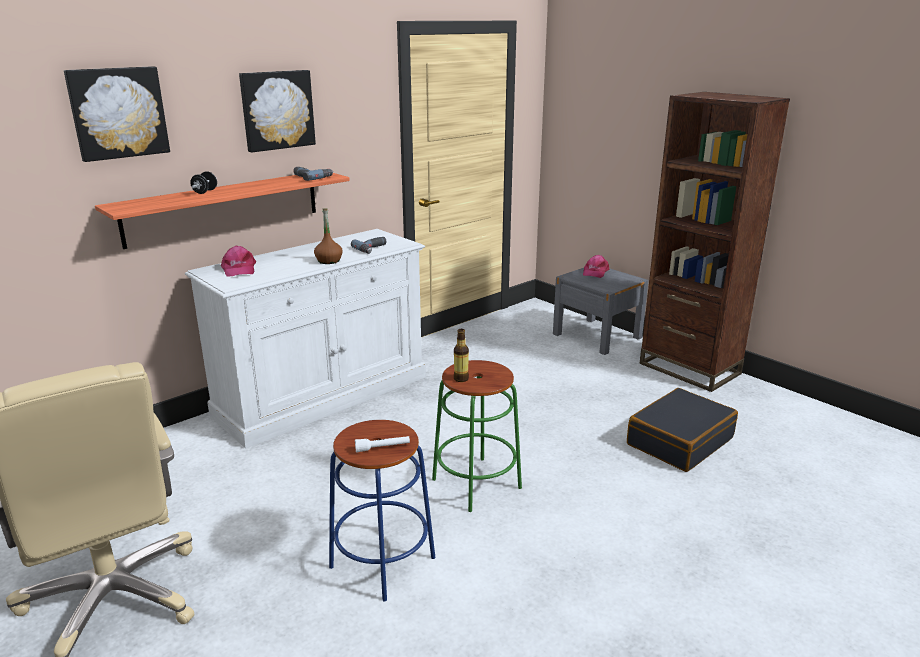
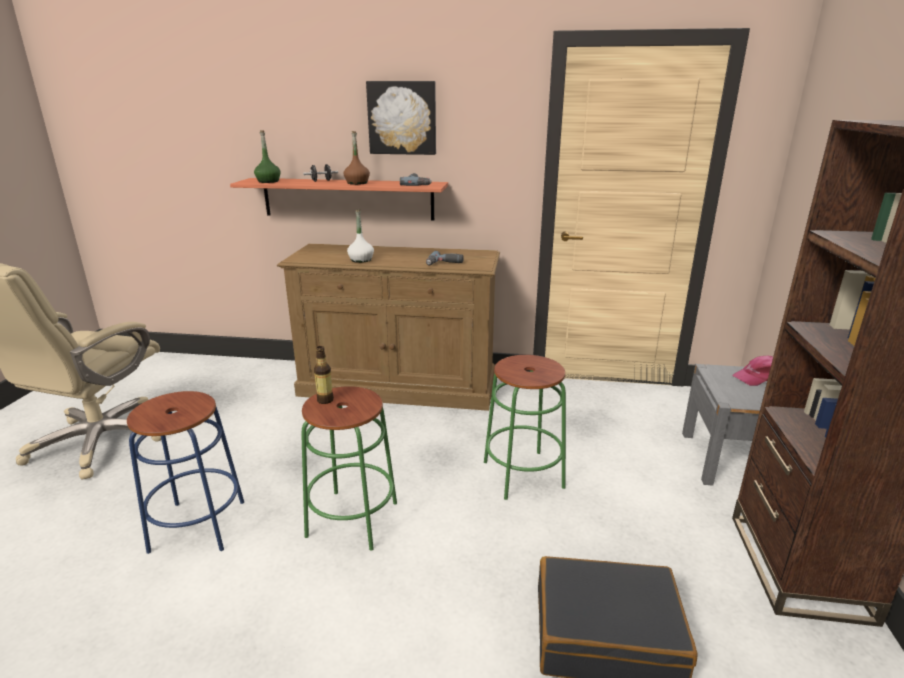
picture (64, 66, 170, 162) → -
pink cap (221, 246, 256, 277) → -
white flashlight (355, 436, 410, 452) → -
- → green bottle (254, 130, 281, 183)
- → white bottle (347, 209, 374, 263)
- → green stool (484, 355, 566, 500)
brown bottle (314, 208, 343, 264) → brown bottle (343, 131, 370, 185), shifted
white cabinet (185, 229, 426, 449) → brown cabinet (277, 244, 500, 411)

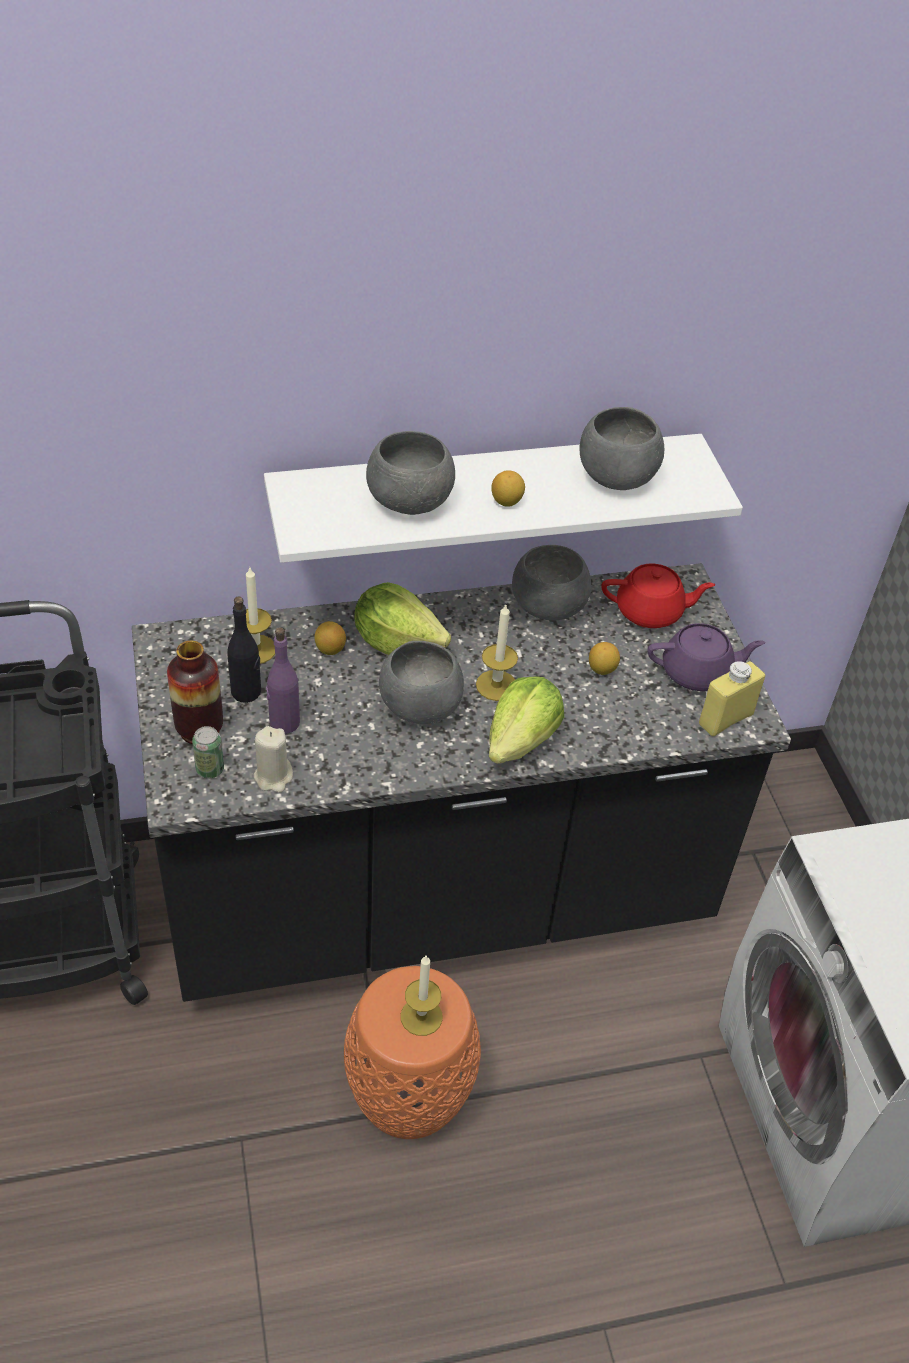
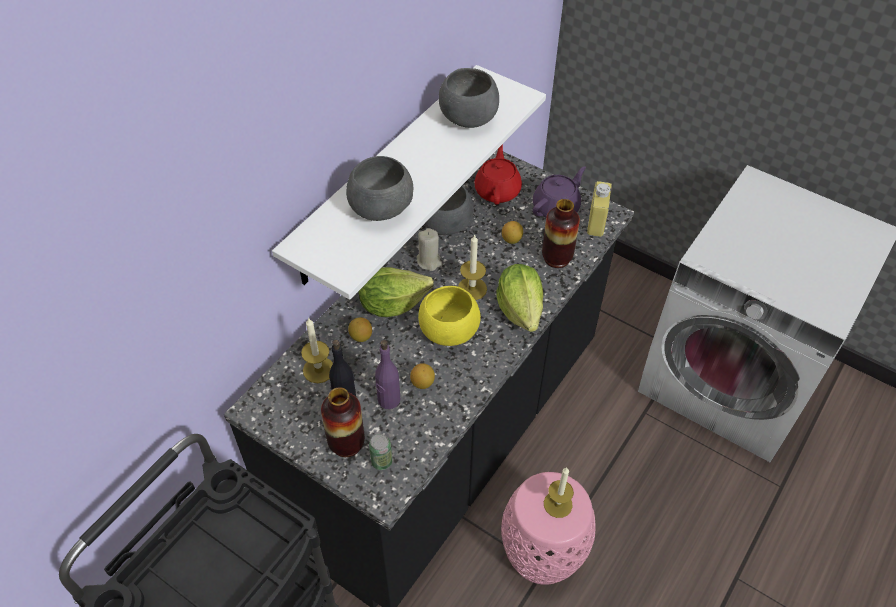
- → vase (542, 199, 580, 268)
beige candle (254, 726, 293, 793) → beige candle (417, 228, 443, 271), shifted
lemon (491, 470, 525, 507) → lemon (410, 363, 435, 389), shifted
orange stool (344, 966, 481, 1139) → pink stool (501, 472, 596, 585)
grey bowl (379, 641, 464, 724) → yellow bowl (418, 286, 481, 346)
red teapot (601, 564, 715, 628) → red teapot (474, 144, 522, 205), 45 degrees counterclockwise

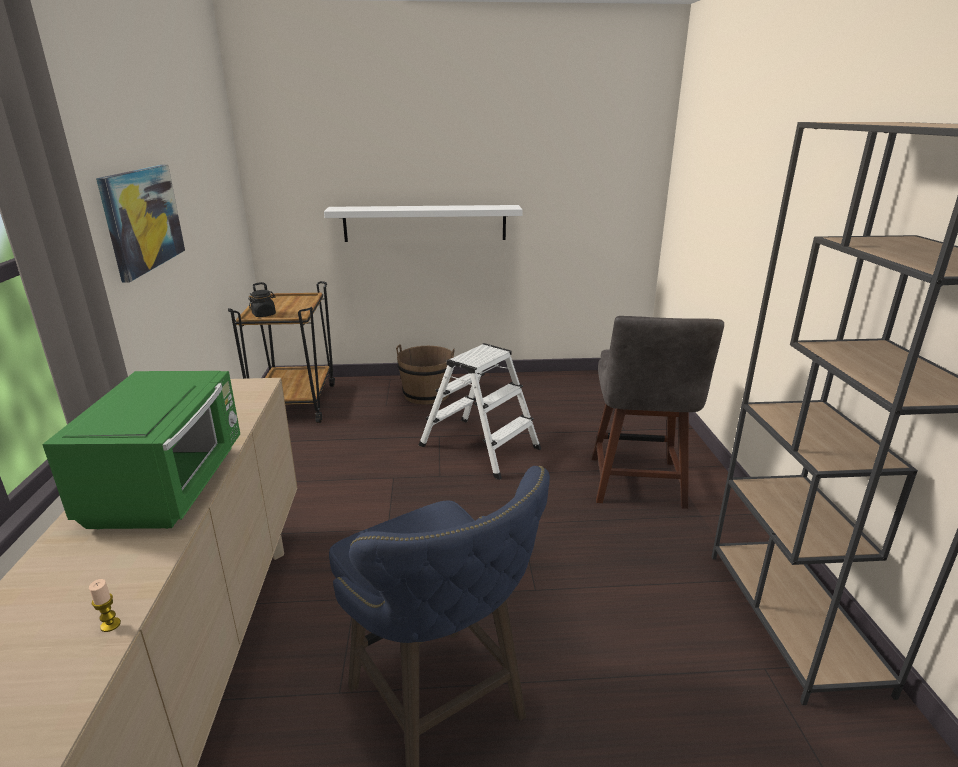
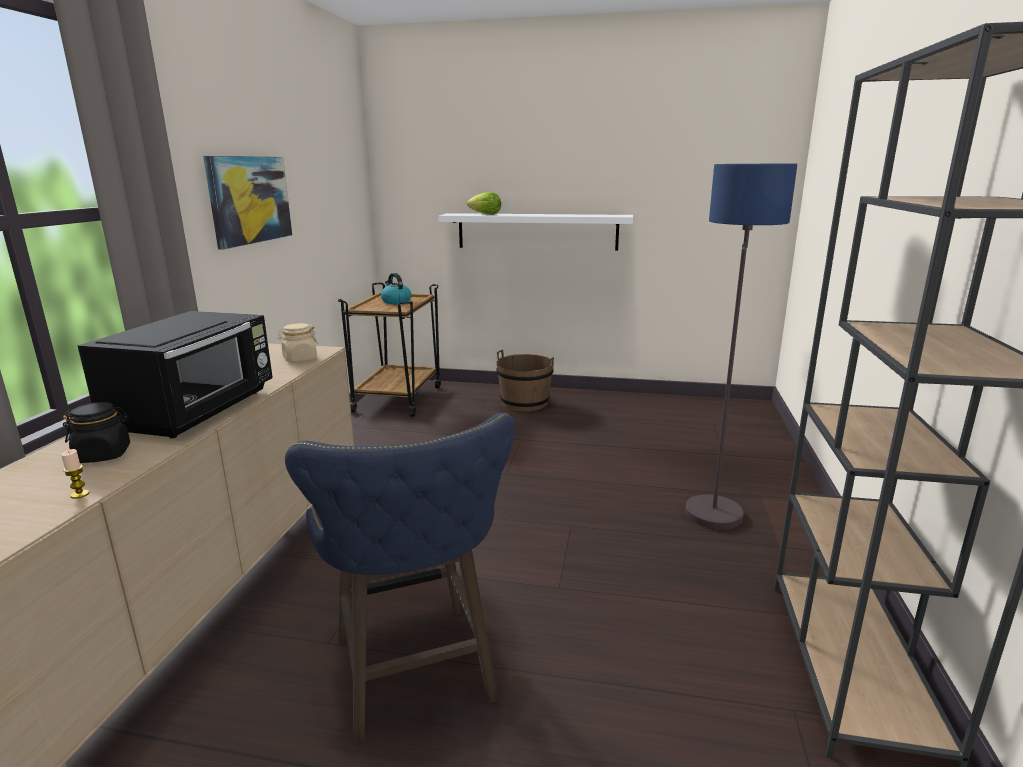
white step ladder (419, 343, 541, 480) → -
- → beige jar (277, 323, 318, 362)
- → kettle (381, 273, 411, 304)
- → lettuce (467, 192, 501, 215)
black jar (248, 290, 276, 317) → black jar (63, 402, 130, 463), shifted
grey stool (591, 316, 724, 509) → blue floor lamp (685, 163, 797, 530)
green microwave (42, 371, 240, 529) → black microwave (77, 311, 273, 438)

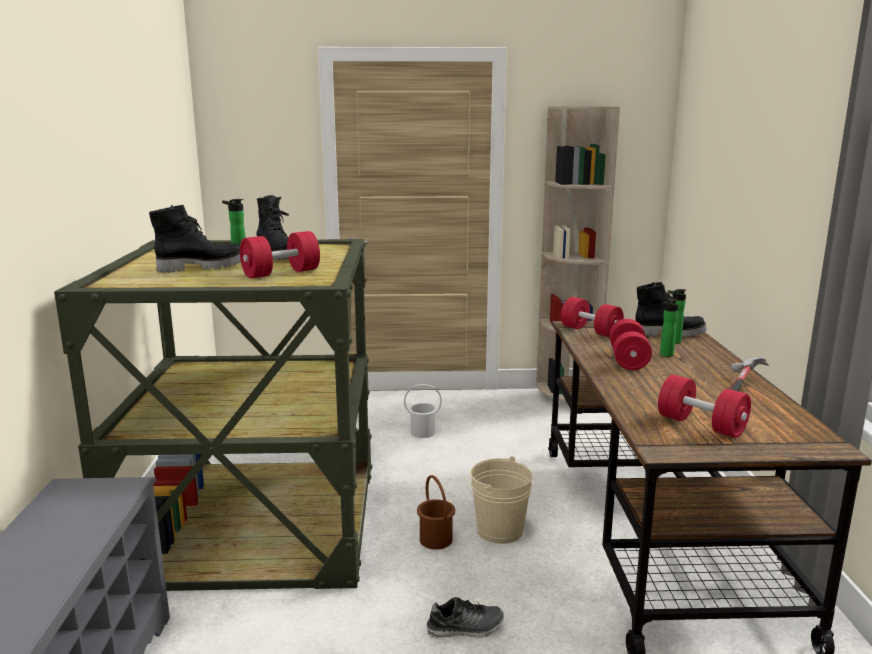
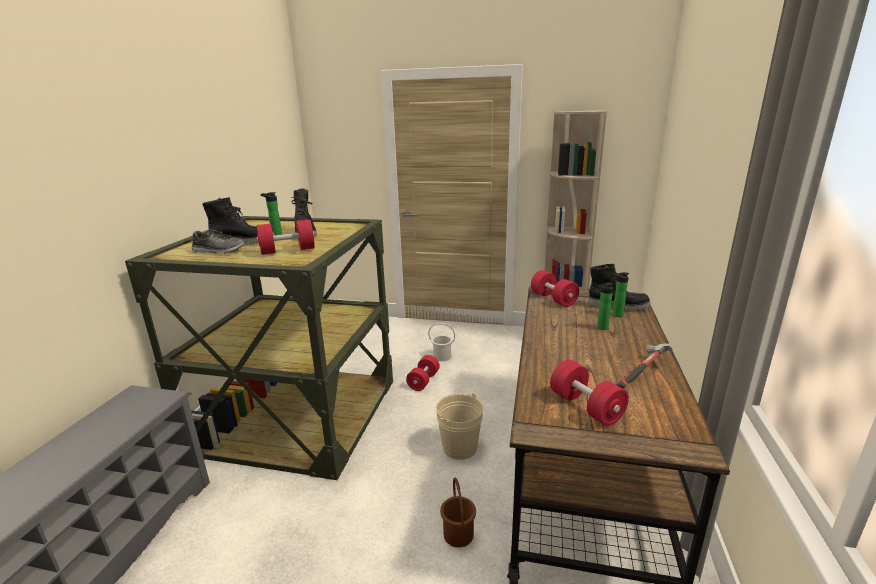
brown bucket (417, 475, 455, 550) → brown bucket (440, 478, 476, 548), shifted
shoe (426, 597, 504, 639) → shoe (192, 229, 245, 254), shifted
red dumbbell (609, 319, 652, 370) → red dumbbell (406, 355, 440, 391), shifted

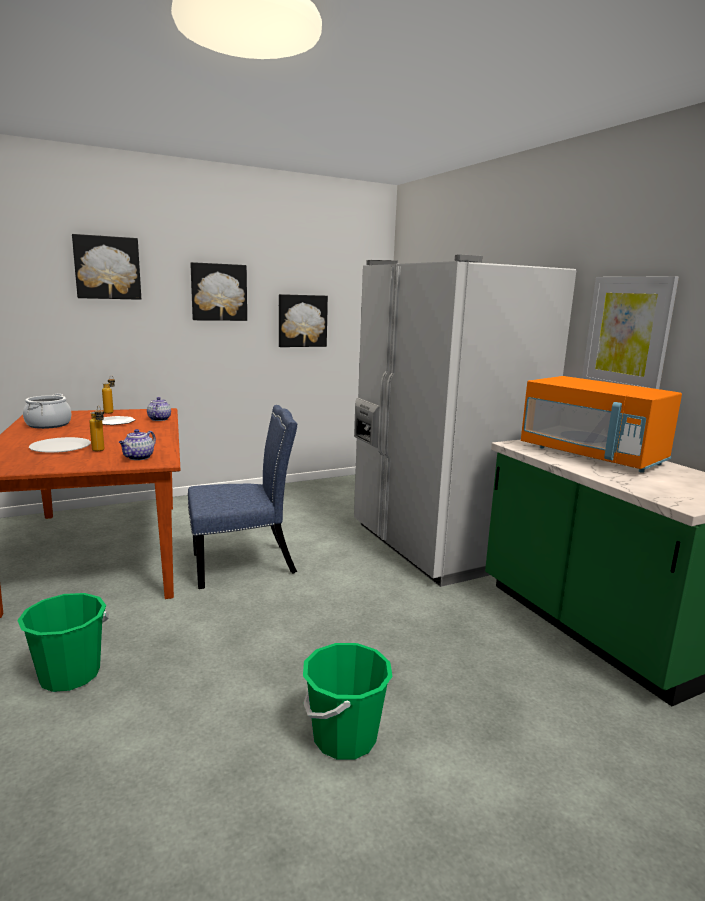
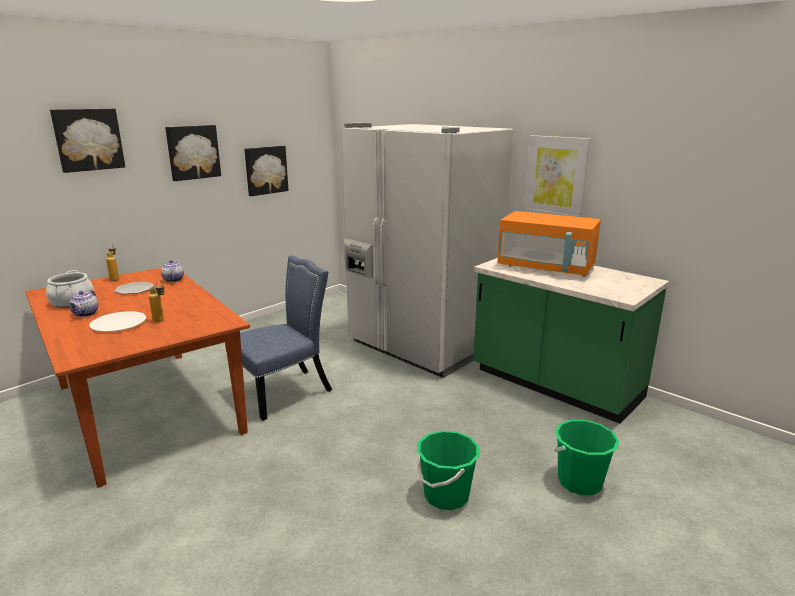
green bucket (17, 593, 109, 692) → green bucket (554, 420, 620, 495), shifted
teapot (119, 429, 156, 460) → teapot (69, 290, 99, 317), shifted

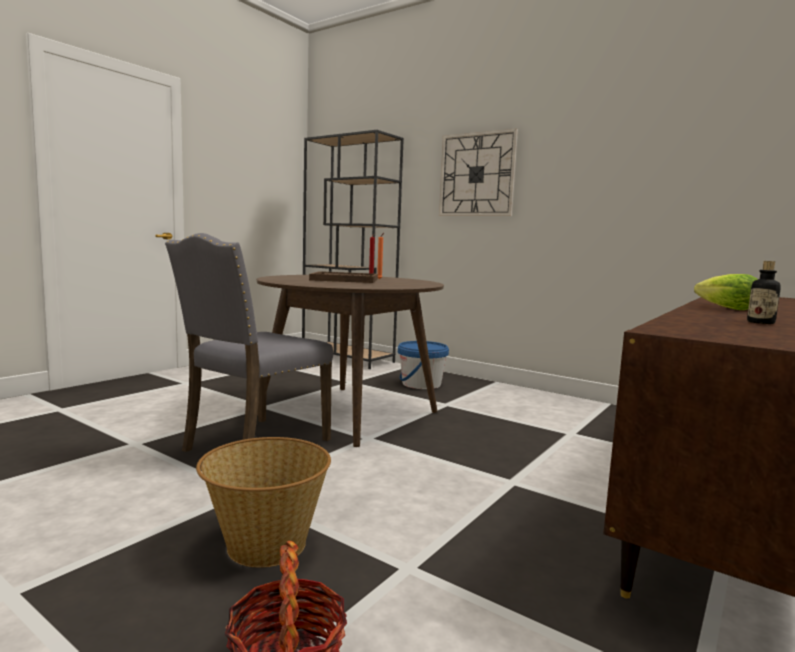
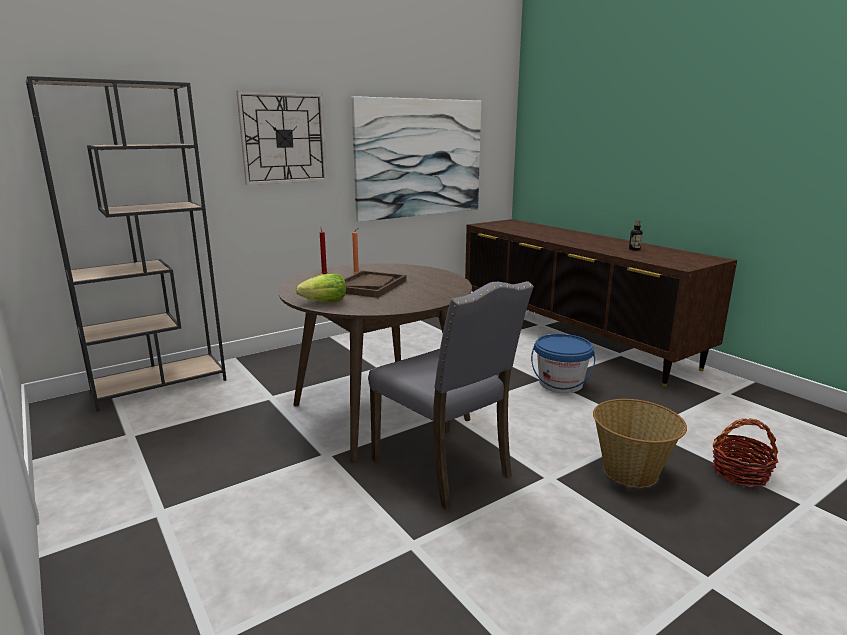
- → picture (351, 96, 481, 222)
blue bucket (398, 341, 449, 389) → blue bucket (531, 334, 595, 393), shifted
lettuce (694, 274, 758, 310) → lettuce (296, 273, 346, 302), shifted

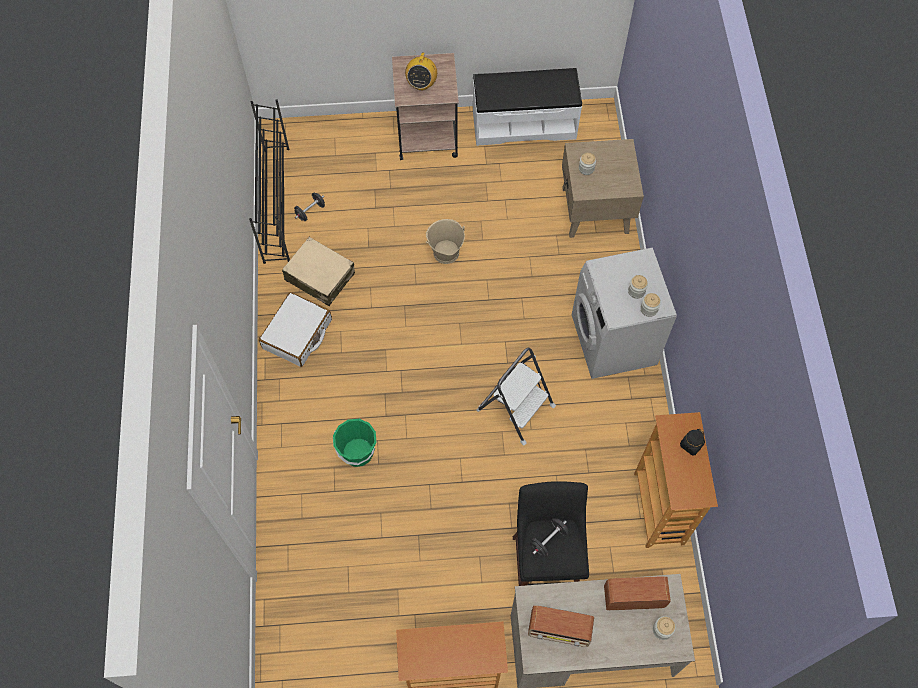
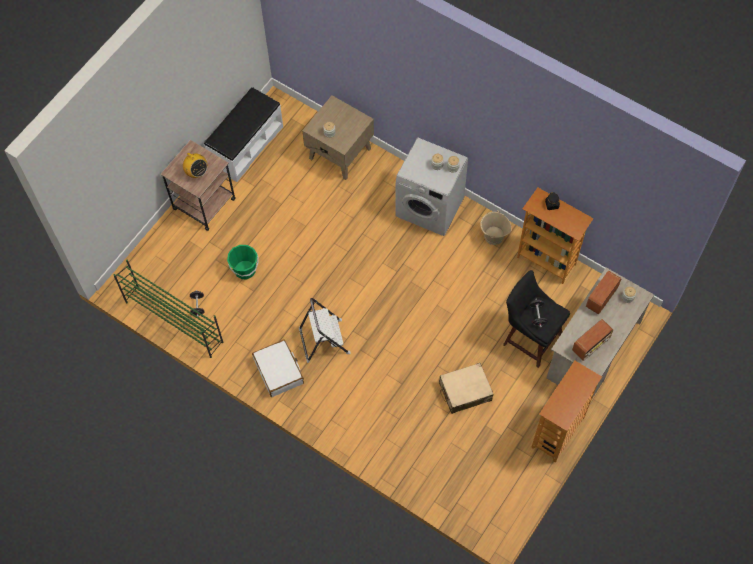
beige suitcase (282, 237, 355, 306) → beige suitcase (439, 363, 493, 414), shifted
green bucket (333, 419, 376, 467) → green bucket (227, 245, 259, 279), shifted
beige bucket (426, 219, 465, 264) → beige bucket (480, 210, 512, 245), shifted
white step ladder (476, 348, 556, 445) → white step ladder (299, 298, 350, 363), shifted
black shoe rack (249, 99, 290, 264) → green shoe rack (114, 260, 224, 358)

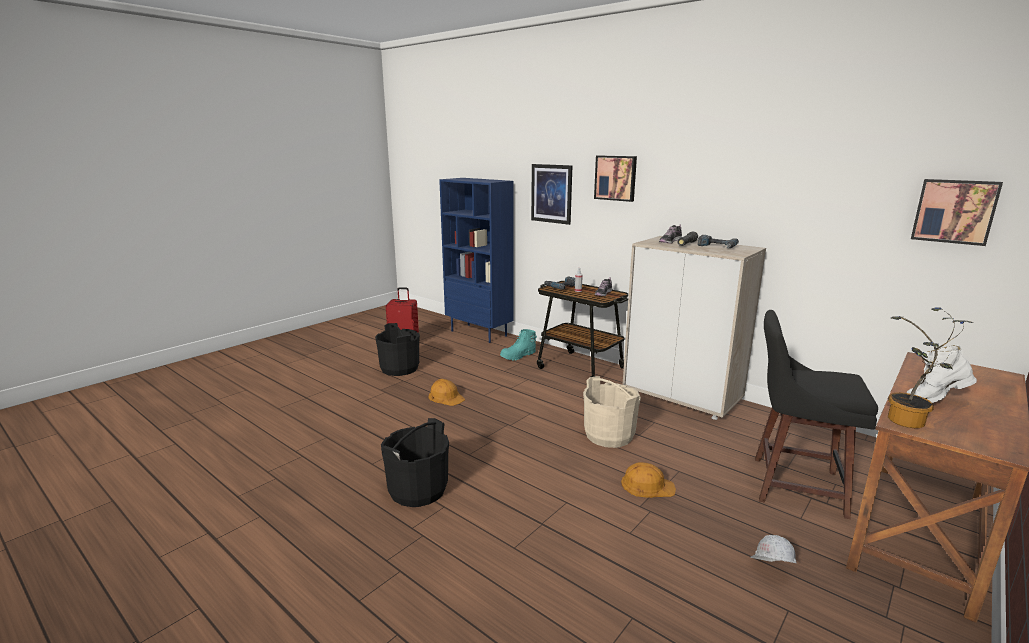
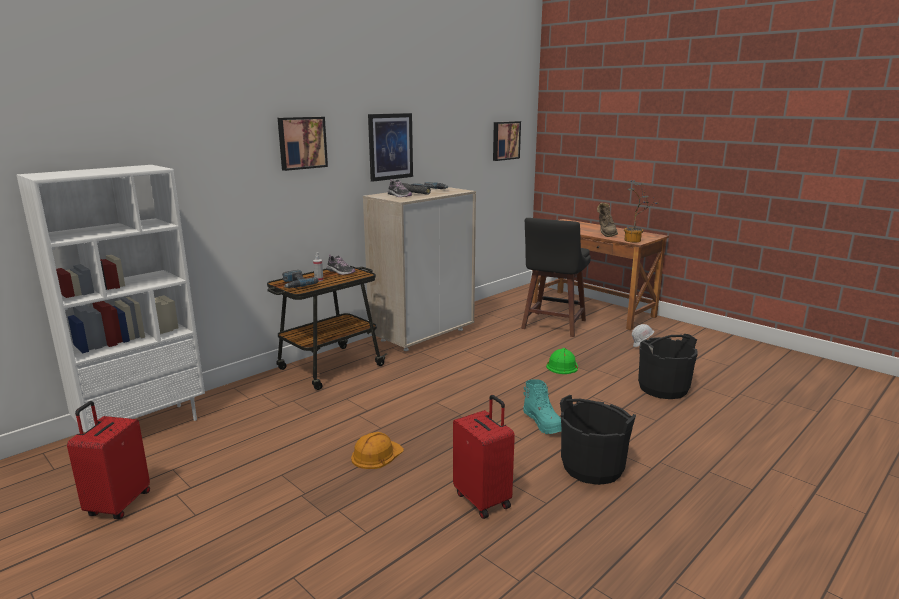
beige bucket (583, 376, 641, 448) → -
- → red suitcase (453, 395, 515, 519)
black bucket (375, 323, 420, 376) → black bucket (638, 334, 698, 399), shifted
turquoise boot (500, 329, 537, 361) → turquoise boot (523, 379, 561, 434), shifted
picture (531, 164, 572, 225) → picture (368, 113, 413, 182), shifted
blue bookcase (439, 178, 514, 343) → white bookcase (16, 165, 205, 432)
orange hard hat (621, 462, 676, 498) → green hard hat (546, 348, 578, 374)
white boot (906, 345, 977, 403) → brown boot (597, 203, 618, 237)

